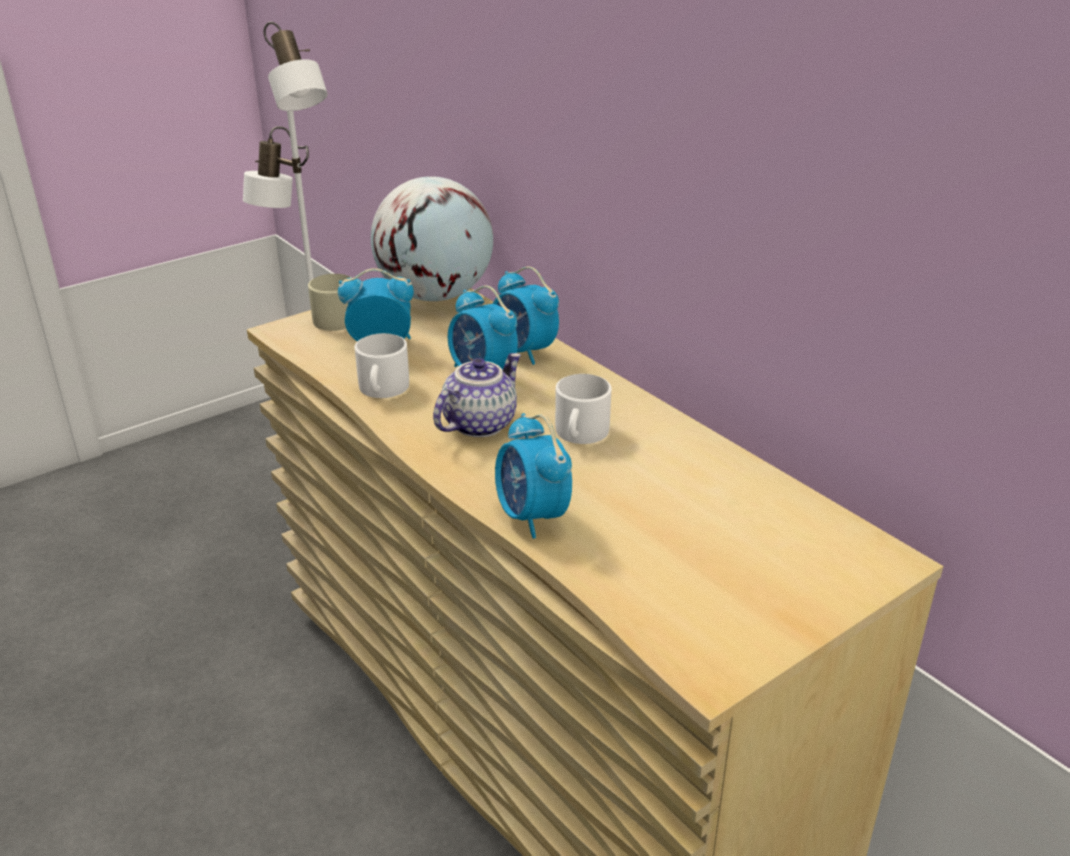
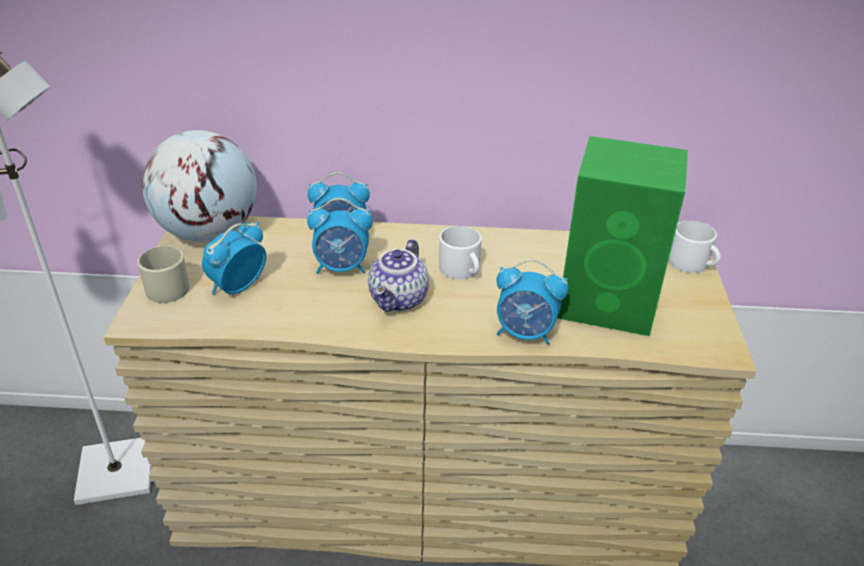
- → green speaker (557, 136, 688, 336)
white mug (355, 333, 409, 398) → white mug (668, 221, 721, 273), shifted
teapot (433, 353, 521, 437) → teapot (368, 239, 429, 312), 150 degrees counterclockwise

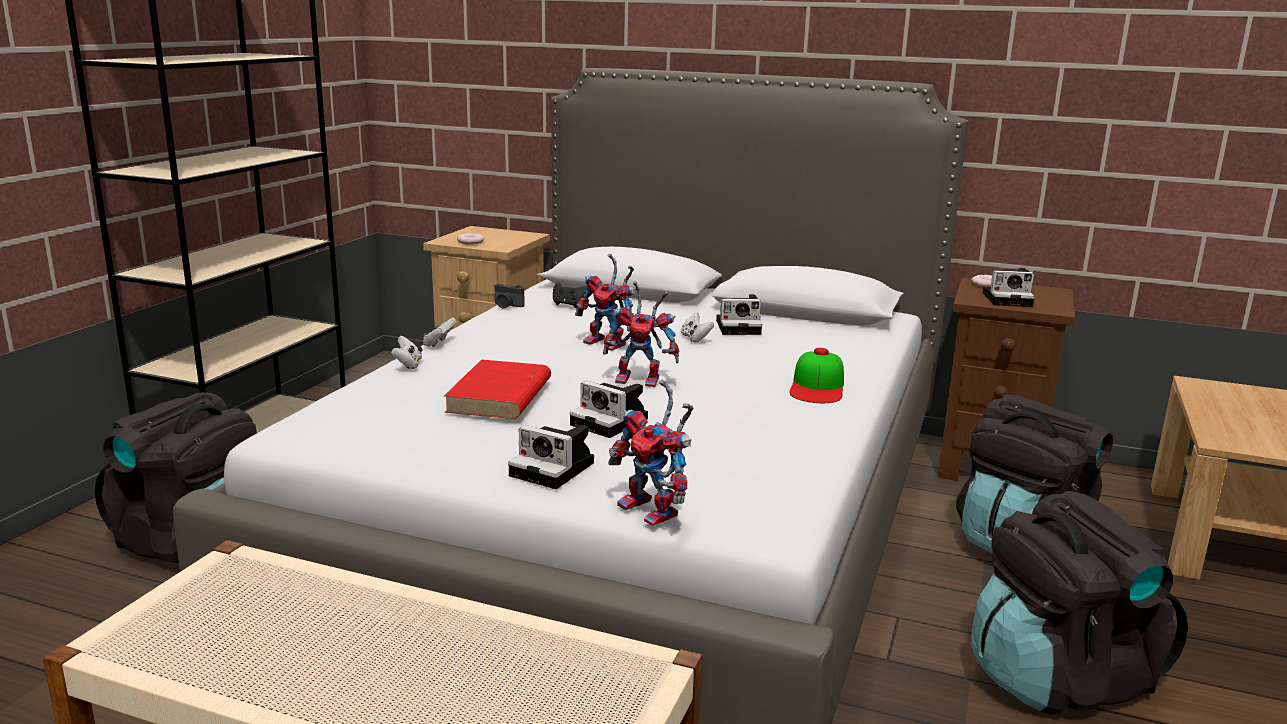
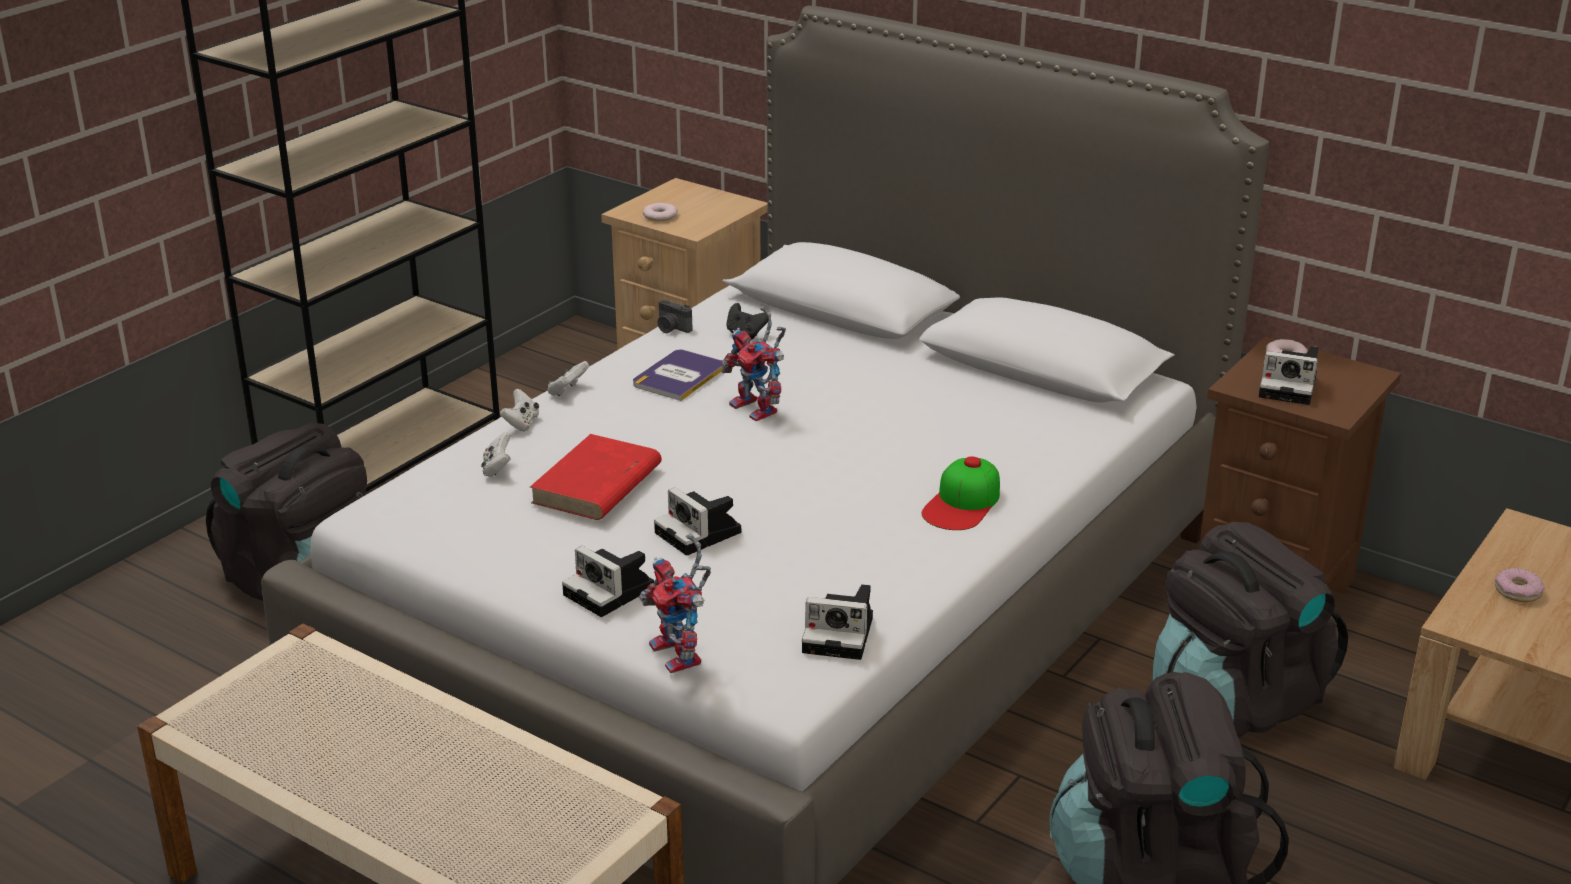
toy robot (603, 281, 679, 387) → -
- → book (633, 350, 723, 401)
- → donut (1495, 568, 1545, 602)
white game controller (681, 312, 714, 343) → white game controller (481, 432, 511, 477), shifted
photo camera (716, 294, 762, 335) → photo camera (802, 584, 873, 660), shifted

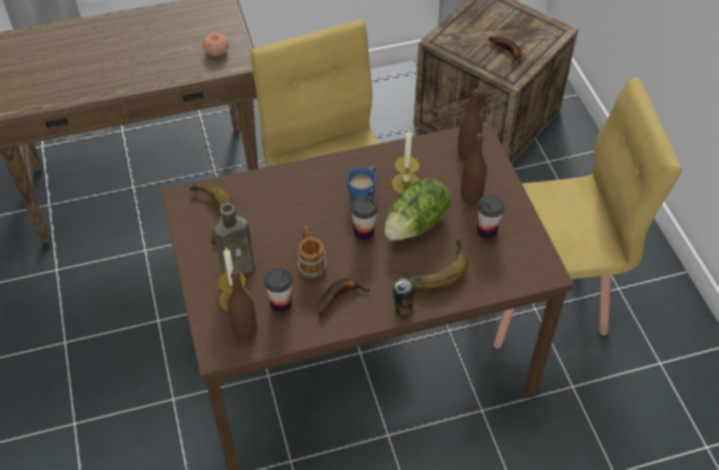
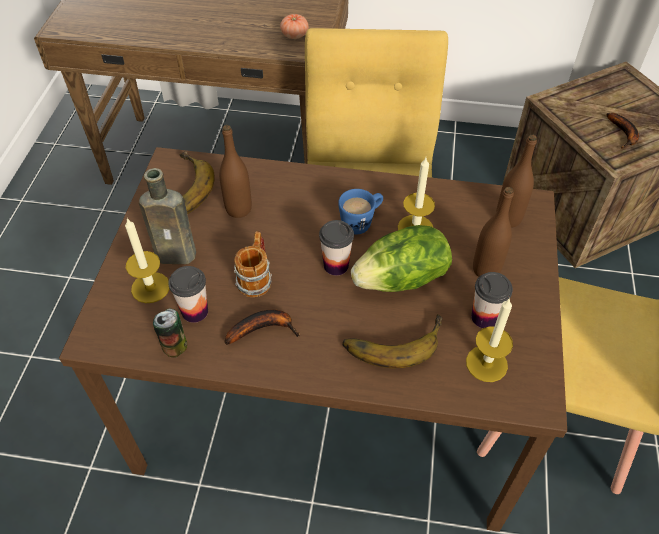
- → candle (466, 298, 513, 382)
brown bottle (228, 270, 257, 339) → brown bottle (219, 125, 252, 218), shifted
can (392, 278, 414, 316) → can (153, 309, 187, 358), shifted

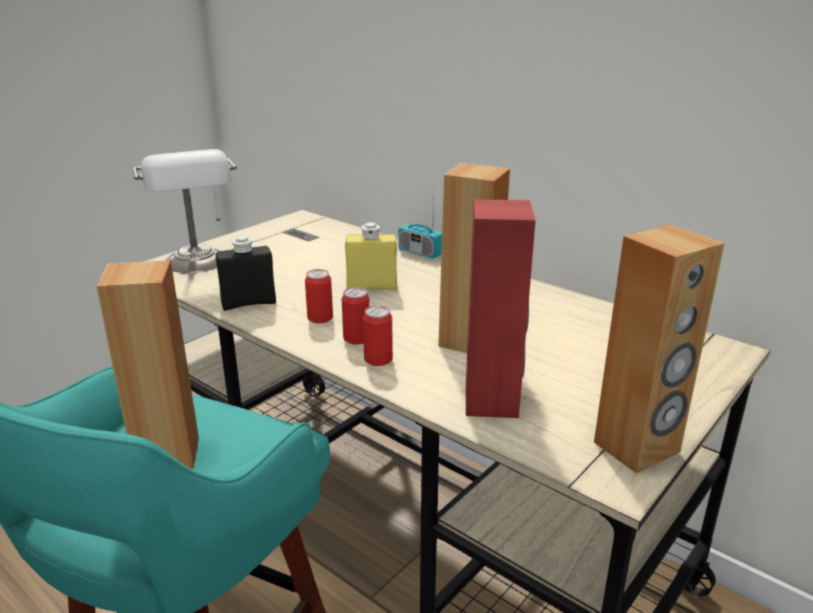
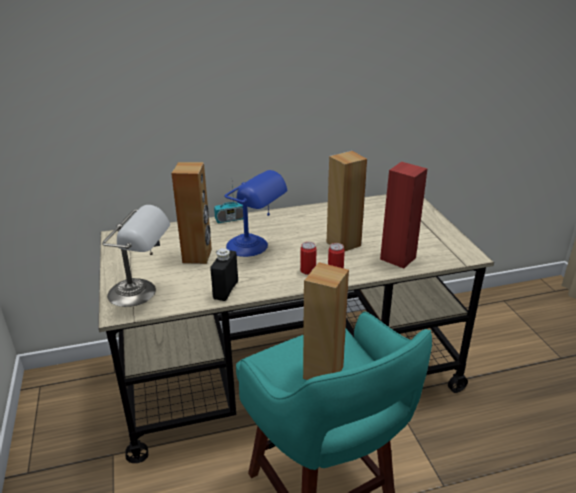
can (305, 269, 333, 323) → -
brown speaker (594, 225, 725, 473) → brown speaker (171, 162, 212, 264), shifted
yellow bottle (345, 222, 397, 291) → blue table lamp (224, 170, 287, 257)

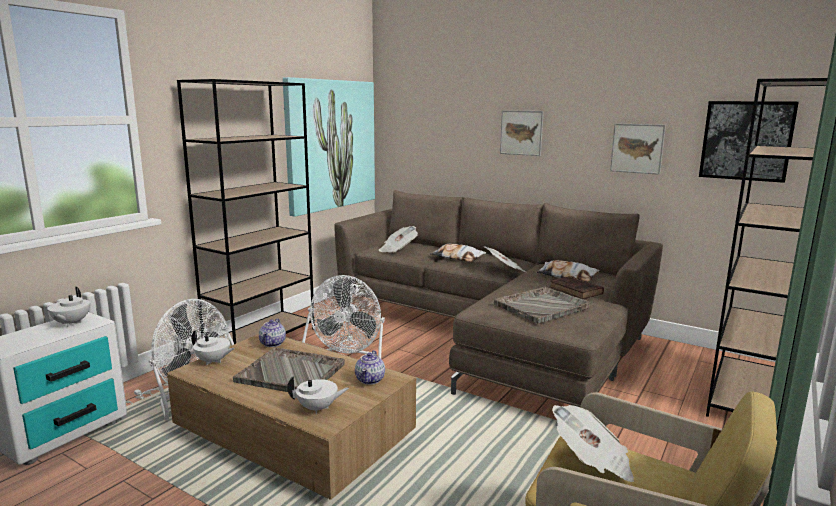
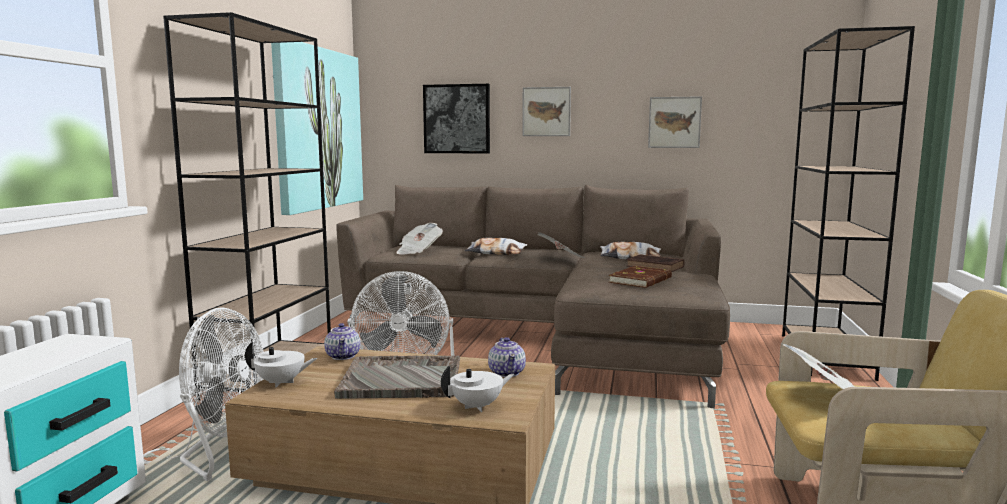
white teapot (47, 287, 90, 327) → -
picture (699, 101, 799, 183) → picture (423, 84, 490, 153), shifted
grey tray (494, 287, 591, 324) → brown book (608, 266, 672, 288)

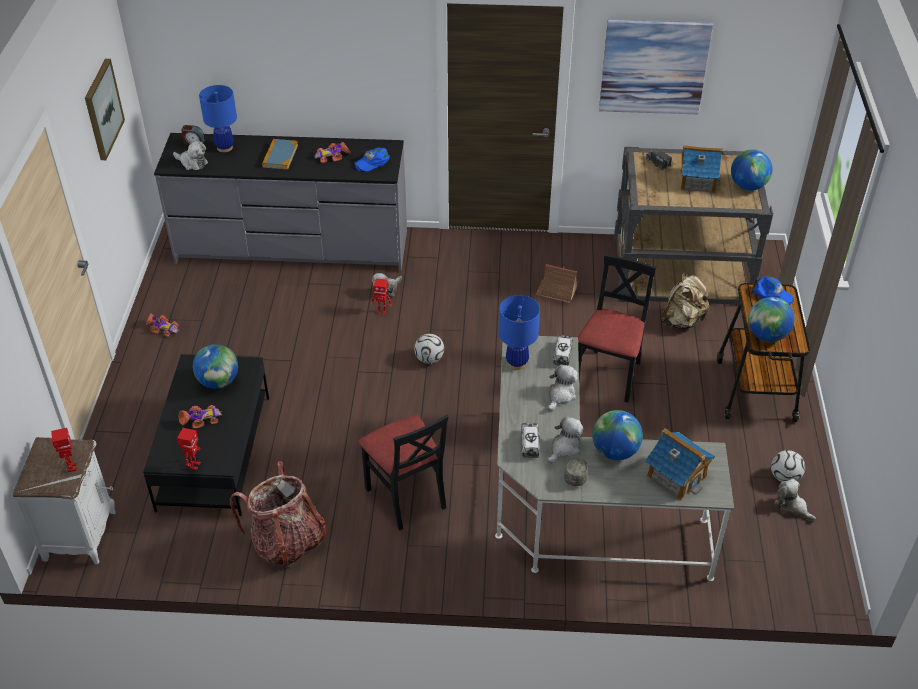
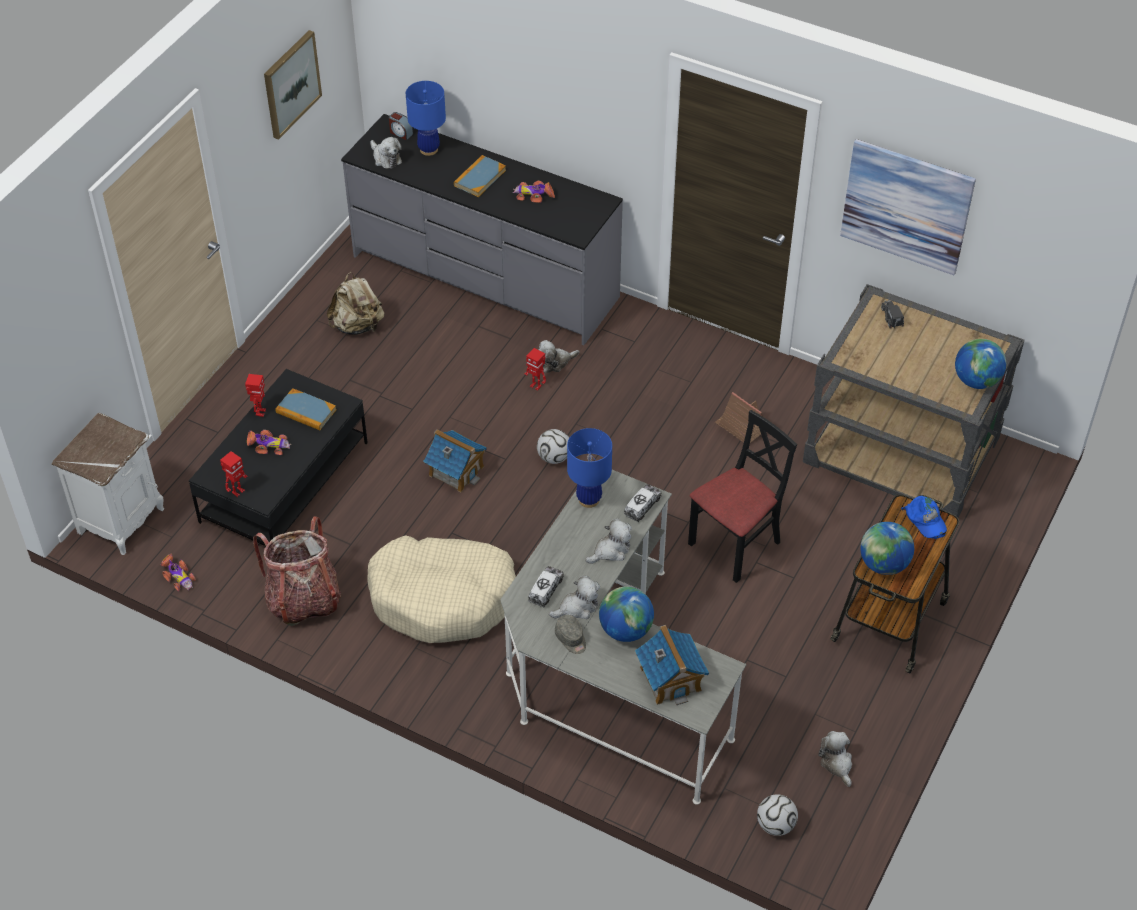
blue cap (354, 147, 390, 172) → -
toy robot (51, 428, 77, 472) → toy robot (245, 374, 266, 417), shifted
toy car (146, 313, 179, 337) → toy car (160, 553, 196, 591), shifted
beige backpack (661, 273, 710, 329) → beige backpack (327, 272, 384, 335), shifted
toy house (681, 145, 724, 193) → toy house (423, 429, 487, 492), shifted
football (771, 450, 805, 482) → football (757, 794, 798, 836), shifted
globe (193, 344, 238, 389) → book (275, 388, 337, 430)
black chair (359, 415, 449, 530) → beige dog bed (367, 535, 516, 643)
grey cap (564, 457, 588, 486) → grey cap (555, 615, 586, 654), 105 degrees clockwise

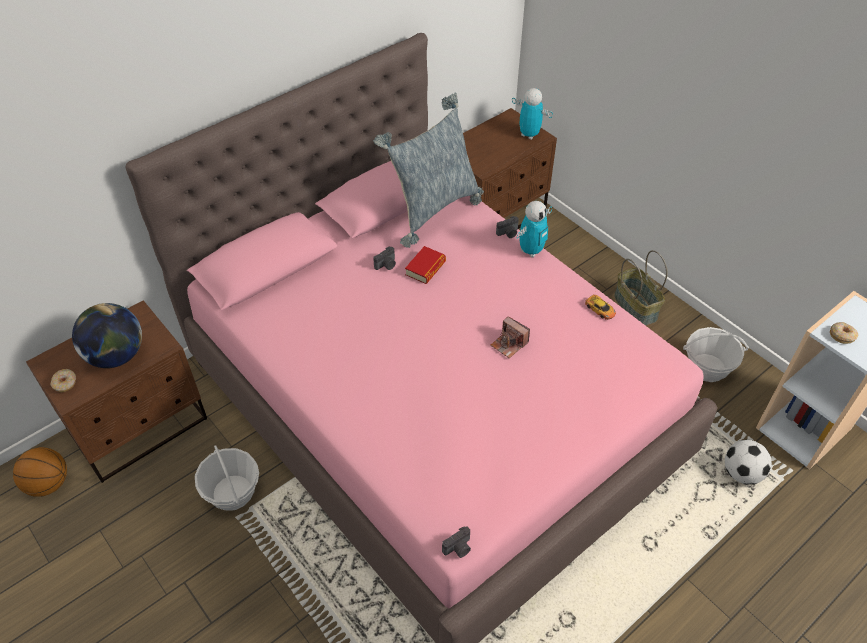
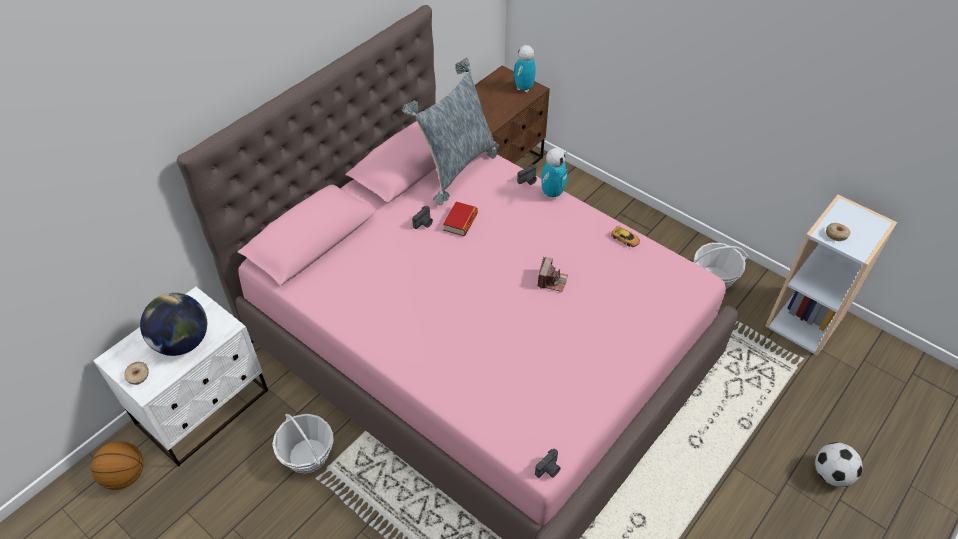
basket (614, 250, 668, 326) → -
football (725, 440, 772, 485) → football (815, 442, 863, 487), shifted
brown nightstand (26, 300, 207, 483) → white nightstand (93, 287, 268, 466)
photo camera (490, 317, 530, 359) → photo camera (538, 257, 568, 292), 105 degrees counterclockwise
toy robot (512, 88, 553, 140) → toy robot (513, 45, 535, 92), 90 degrees counterclockwise

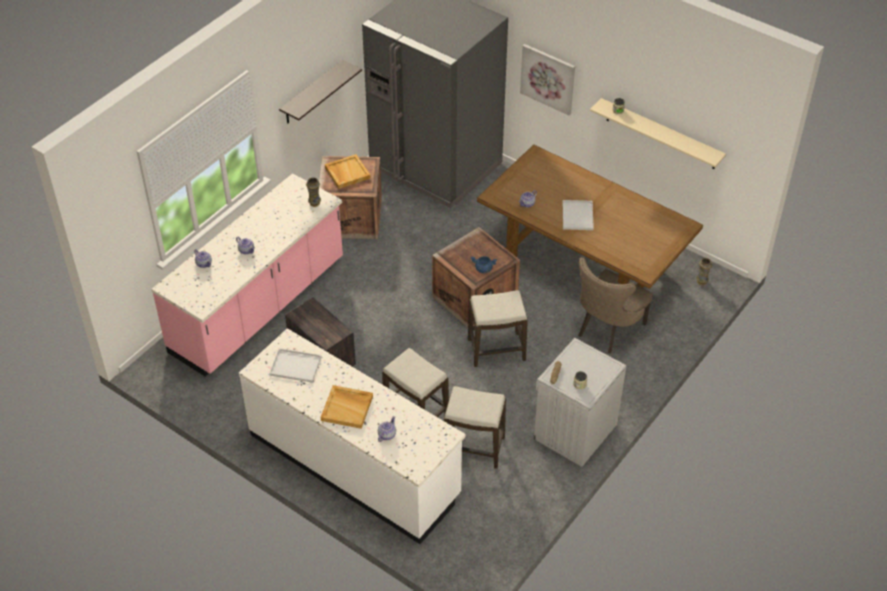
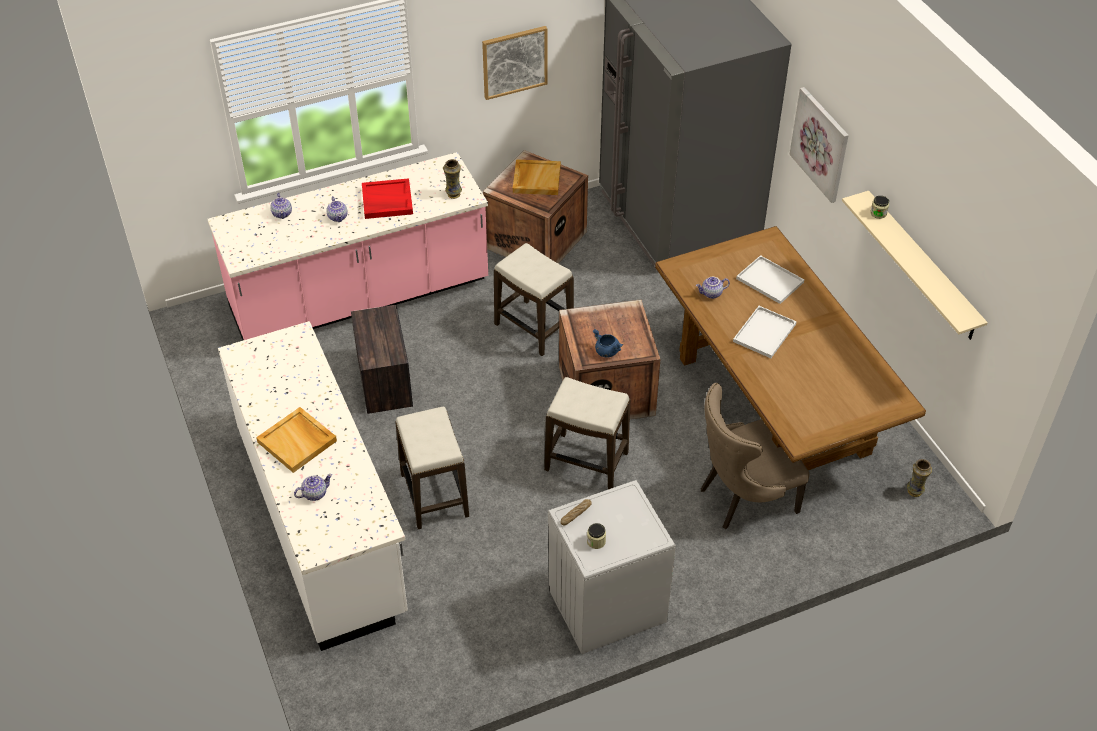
- → red tray (362, 178, 413, 219)
white tray (269, 348, 321, 383) → white tray (736, 255, 804, 304), shifted
stool (444, 386, 506, 469) → stool (494, 243, 574, 356), shifted
shelf (279, 60, 362, 123) → picture (482, 26, 547, 100)

